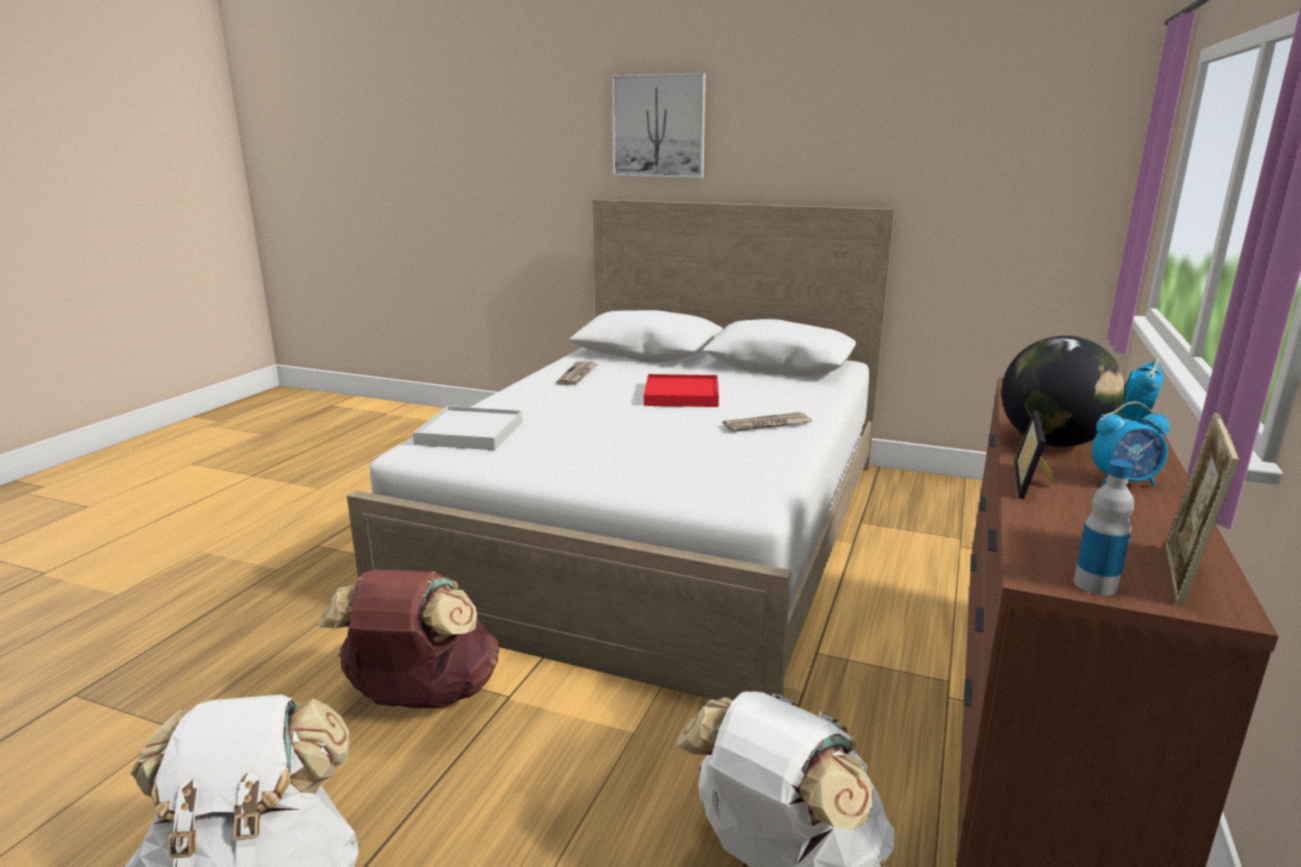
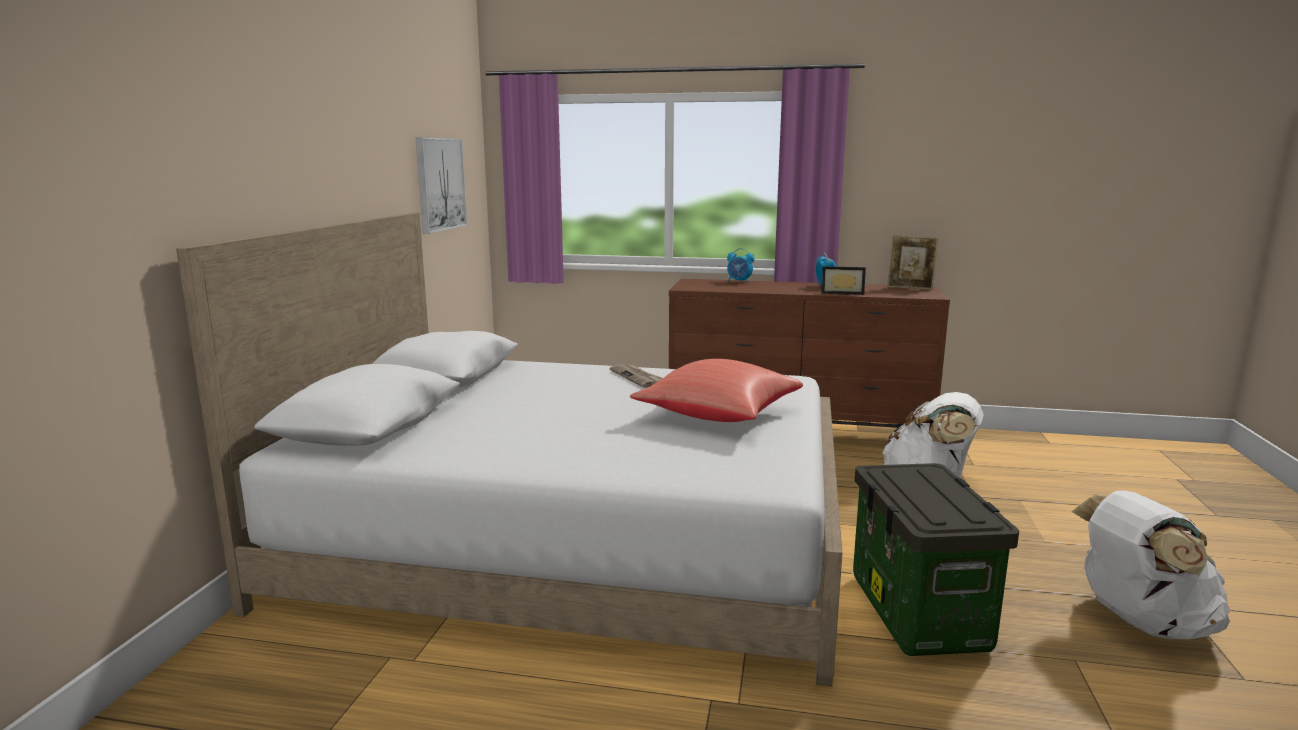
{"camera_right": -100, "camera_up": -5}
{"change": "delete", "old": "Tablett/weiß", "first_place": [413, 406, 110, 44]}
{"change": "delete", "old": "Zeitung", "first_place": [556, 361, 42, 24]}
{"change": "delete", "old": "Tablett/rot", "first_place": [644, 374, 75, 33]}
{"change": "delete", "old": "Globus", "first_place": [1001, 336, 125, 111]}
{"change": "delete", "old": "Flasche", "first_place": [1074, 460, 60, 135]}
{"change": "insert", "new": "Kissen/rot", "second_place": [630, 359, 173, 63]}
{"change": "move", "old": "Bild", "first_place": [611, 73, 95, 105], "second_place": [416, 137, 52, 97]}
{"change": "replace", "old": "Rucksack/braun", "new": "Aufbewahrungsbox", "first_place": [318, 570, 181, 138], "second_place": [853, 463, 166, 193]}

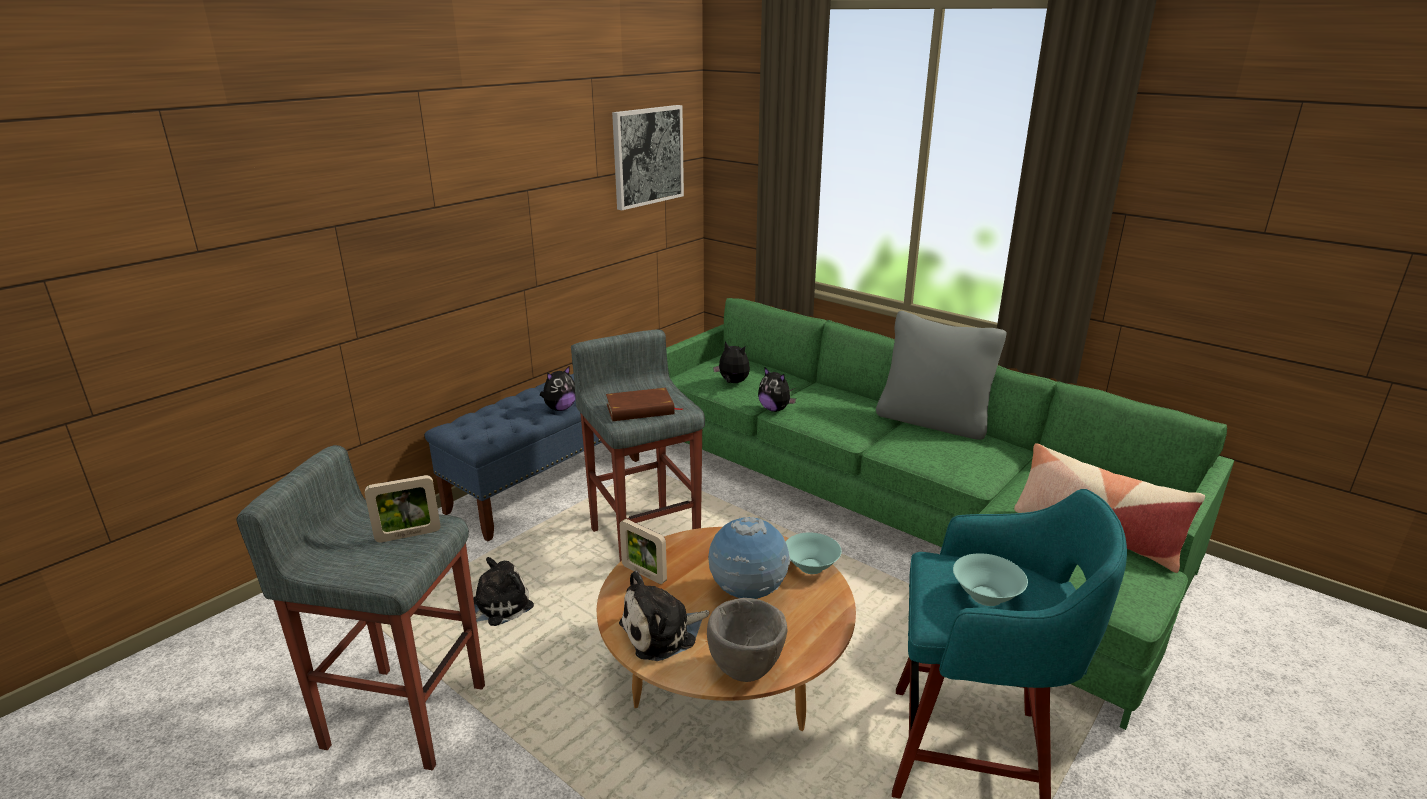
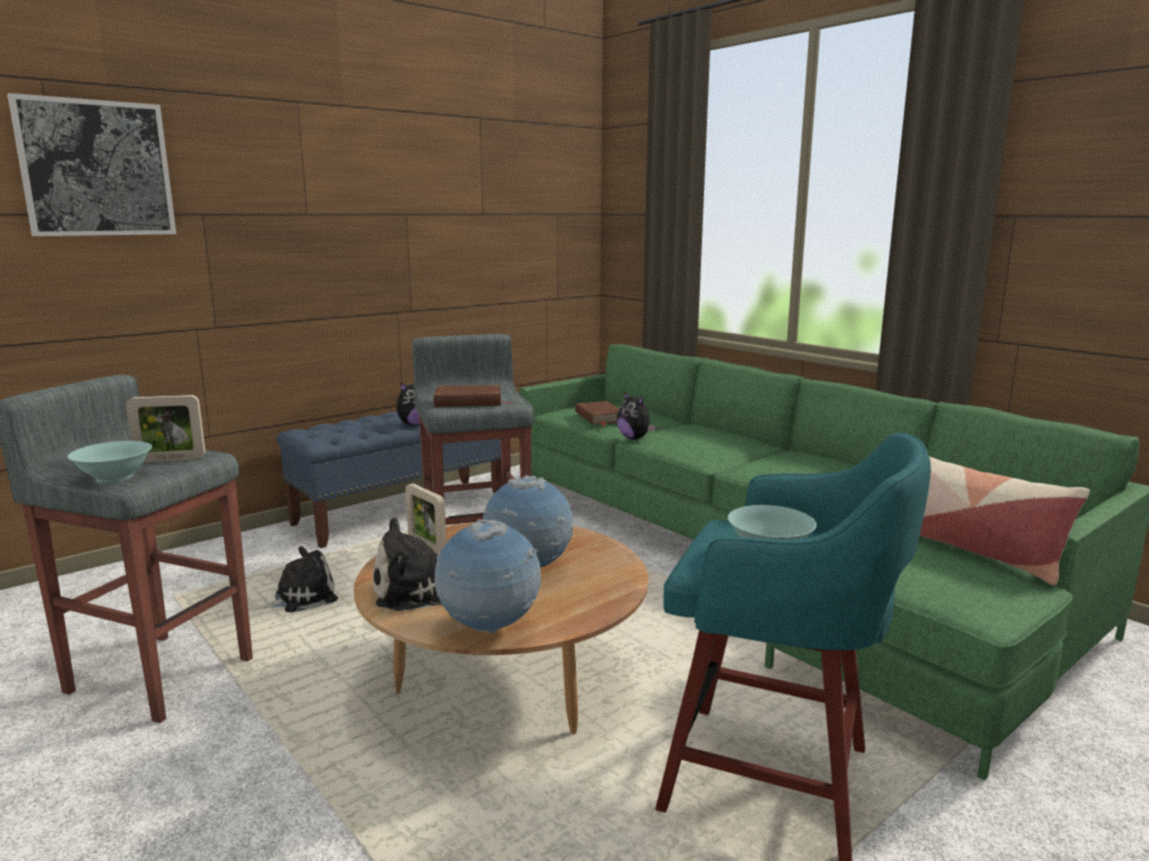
{"camera_right": 10, "camera_up": -10}
{"change": "delete", "old": "Kissen/grau", "first_place": [876, 311, 131, 129]}
{"change": "move", "old": "Bild", "first_place": [612, 105, 72, 105], "second_place": [7, 93, 169, 143]}
{"change": "move", "old": "Schüssel/türkis", "first_place": [786, 533, 56, 41], "second_place": [67, 441, 85, 41]}
{"change": "replace", "old": "Schüssel/grau", "new": "Globus", "first_place": [707, 598, 80, 84], "second_place": [434, 519, 107, 114]}
{"change": "replace", "old": "Plüschtier", "new": "Buch/braun", "first_place": [713, 341, 37, 42], "second_place": [575, 401, 44, 26]}

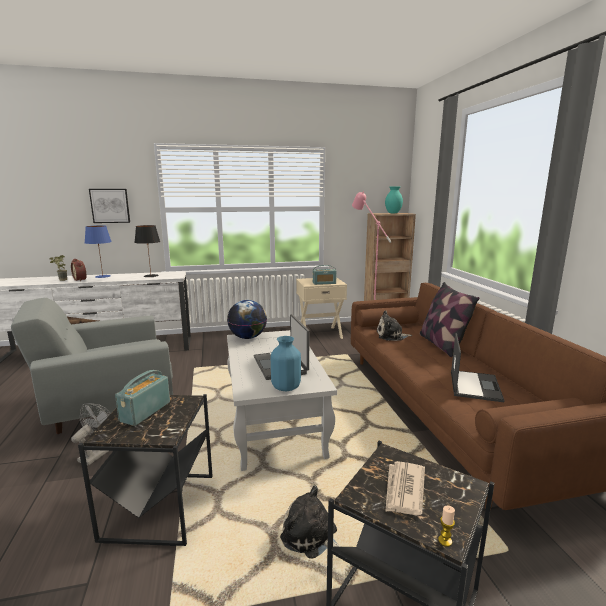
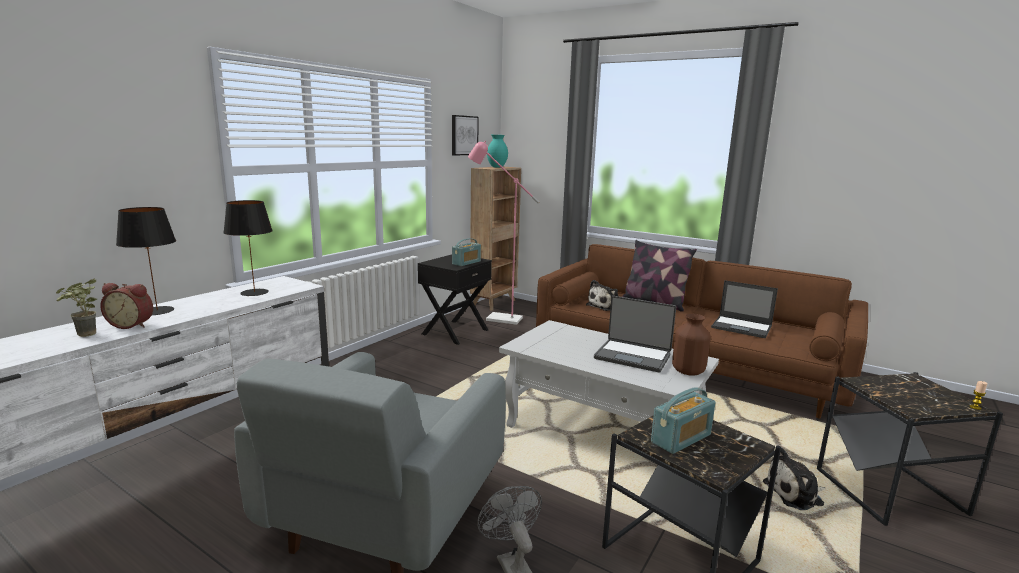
{"camera_right": -45, "camera_up": 0}
{"change": "delete", "old": "Globus", "first_place": [227, 300, 40, 39]}
{"change": "delete", "old": "Zeitung", "first_place": [385, 461, 40, 54]}
{"change": "move", "old": "Bild", "first_place": [89, 189, 41, 34], "second_place": [452, 115, 27, 41]}
{"change": "recolor", "old": "Tischlampe/blau", "new": "Tischlampe/schwarz", "first_place": [85, 225, 27, 53], "second_place": [116, 207, 60, 108]}
{"change": "recolor", "old": "Vase/blau", "new": "Vase/braun", "first_place": [271, 336, 30, 55], "second_place": [672, 314, 39, 61]}
{"change": "recolor", "old": "Nachttisch/beige", "new": "Nachttisch/schwarz", "first_place": [296, 277, 51, 62], "second_place": [418, 254, 74, 91]}
{"change": "rotate", "old": "Radio", "first_place": [115, 370, 55, 56], "second_place": [651, 387, 64, 67], "degrees": -105}
{"change": "rotate", "old": "Laptop", "first_place": [451, 333, 54, 69], "second_place": [711, 280, 67, 58], "degrees": 150}

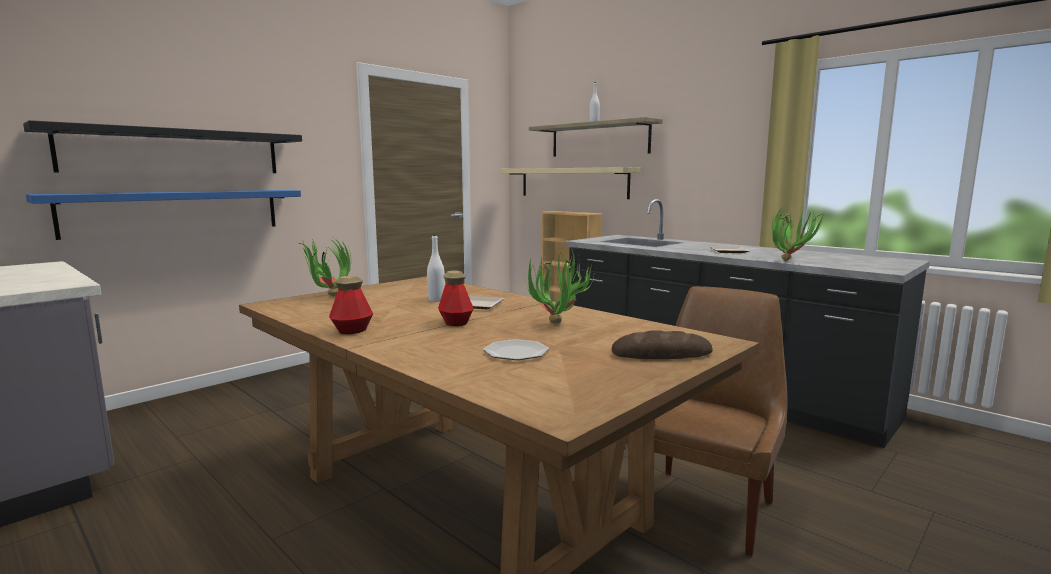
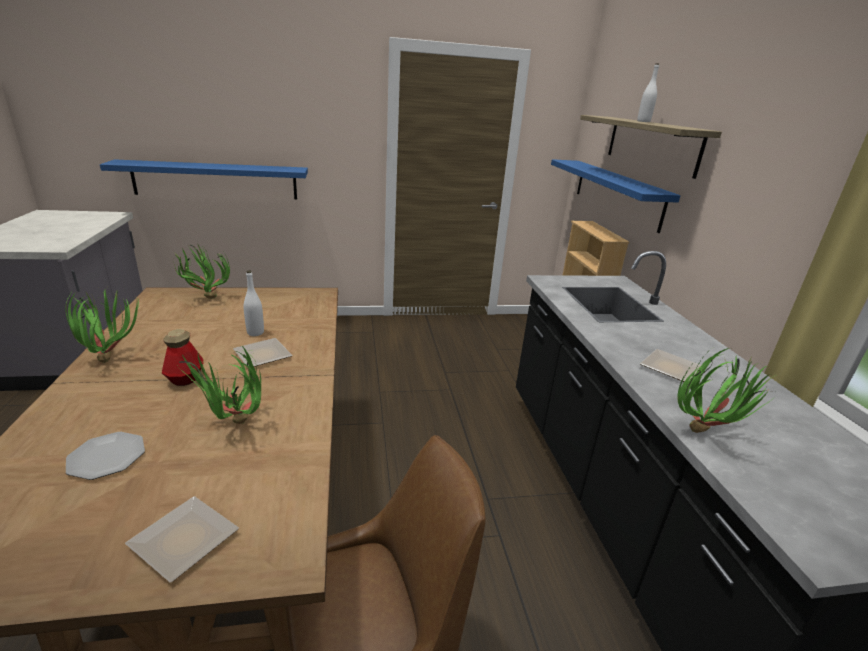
{"camera_right": 35, "camera_up": 15}
{"change": "delete", "old": "Wandregal/schwarz", "first_place": [23, 120, 279, 53]}
{"change": "replace", "old": "Flasche", "new": "Topfpflanze", "first_place": [329, 275, 44, 59], "second_place": [65, 289, 74, 74]}
{"change": "replace", "old": "Brot", "new": "Teller", "first_place": [612, 331, 101, 28], "second_place": [125, 496, 114, 86]}
{"change": "recolor", "old": "Wandregal/beige", "new": "Wandregal/blau", "first_place": [499, 167, 142, 32], "second_place": [551, 159, 130, 74]}

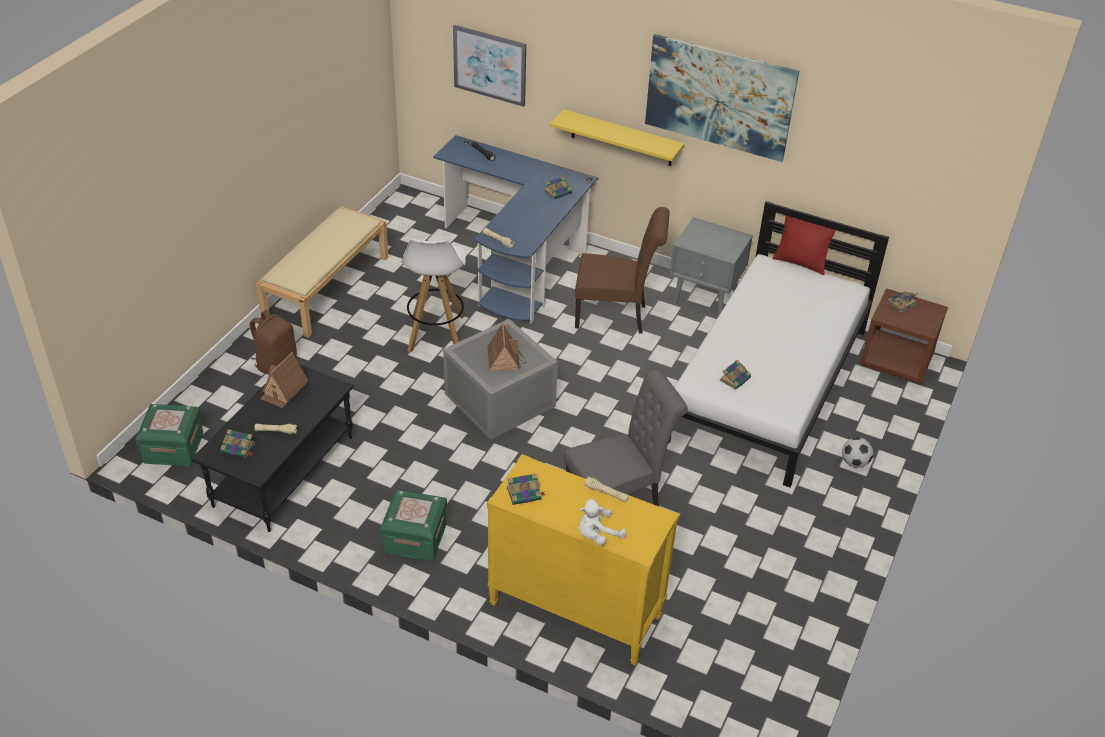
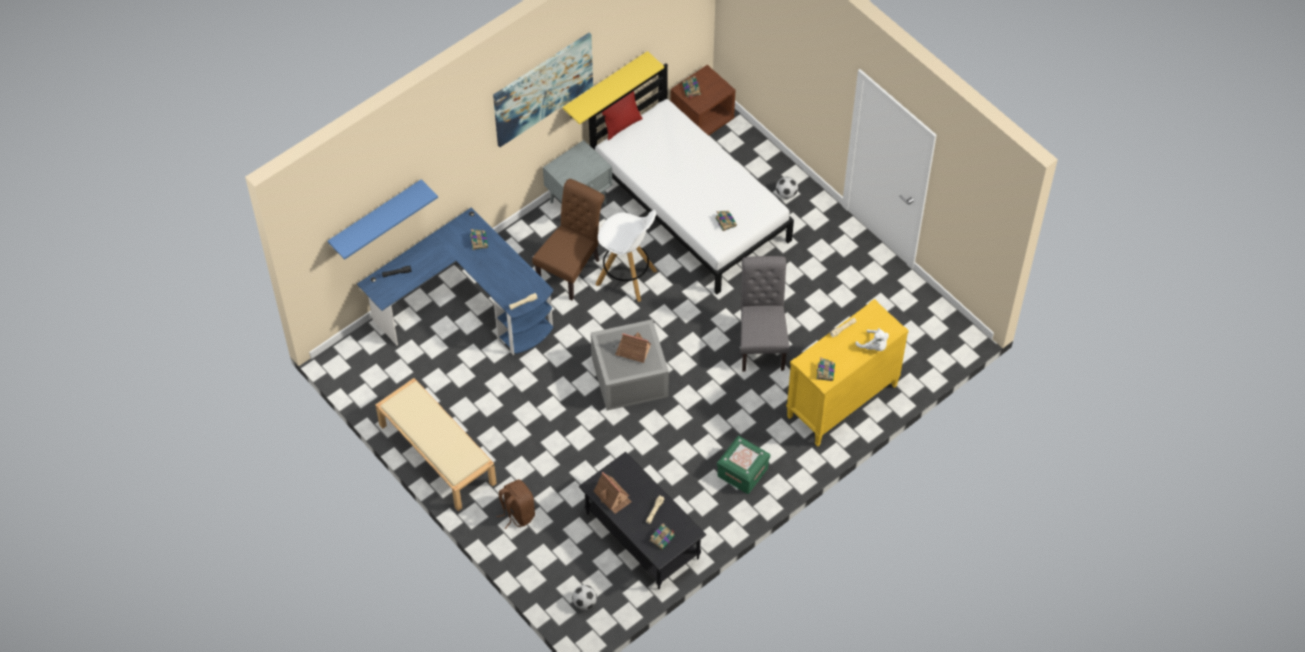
{"camera_right": -65, "camera_up": 15}
{"change": "move", "old": "Hocker/weiß", "first_place": [401, 239, 64, 114], "second_place": [595, 210, 62, 92]}
{"change": "move", "old": "Wandregal/gelb", "first_place": [550, 109, 134, 57], "second_place": [563, 51, 101, 73]}
{"change": "replace", "old": "Aufbewahrungsbox/grün", "new": "Fußball", "first_place": [135, 404, 68, 62], "second_place": [572, 585, 25, 25]}
{"change": "replace", "old": "Bild", "new": "Wandregal/blau", "first_place": [453, 25, 73, 82], "second_place": [328, 179, 110, 81]}
{"change": "rotate", "old": "Plüschtier/weiß", "first_place": [579, 499, 47, 47], "second_place": [856, 328, 33, 23], "degrees": -45}

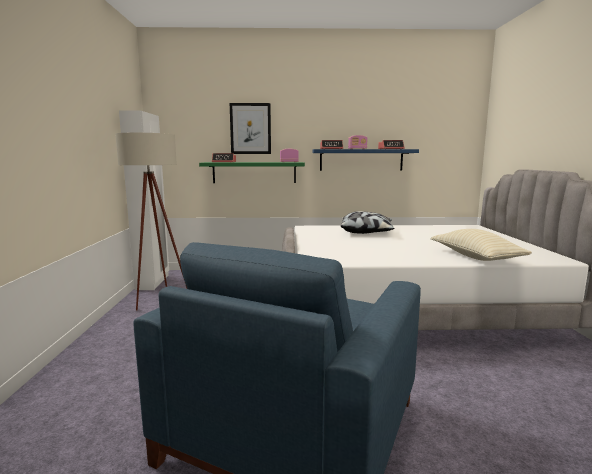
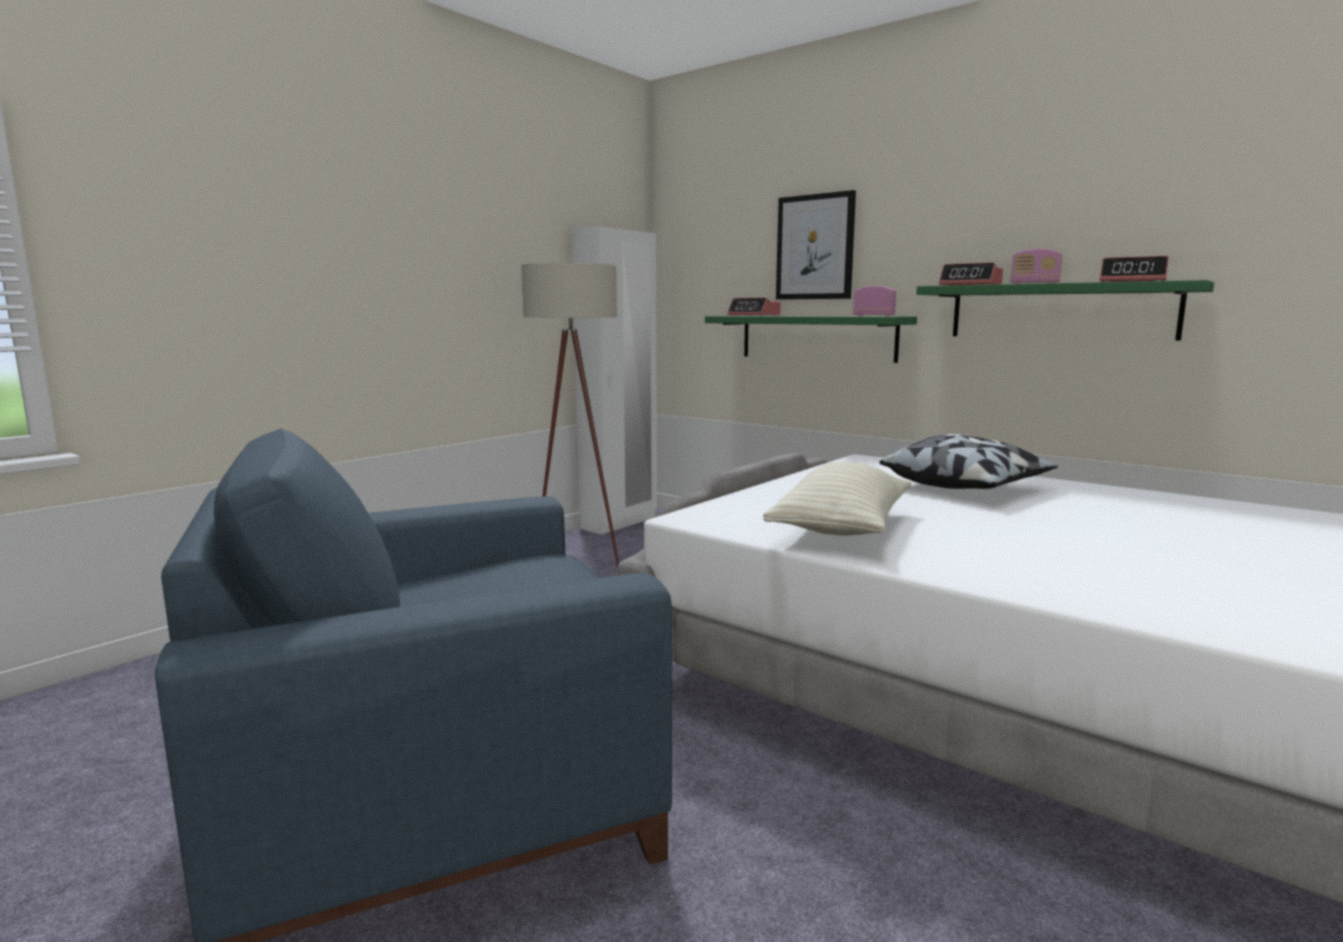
{"camera_right": 40, "camera_up": 0}
{"change": "move", "old": "Kissen/beige", "first_place": [430, 229, 102, 32], "second_place": [763, 462, 149, 74]}
{"change": "recolor", "old": "Wandregal/blau", "new": "Wandregal/grün", "first_place": [312, 149, 107, 22], "second_place": [916, 280, 298, 61]}

